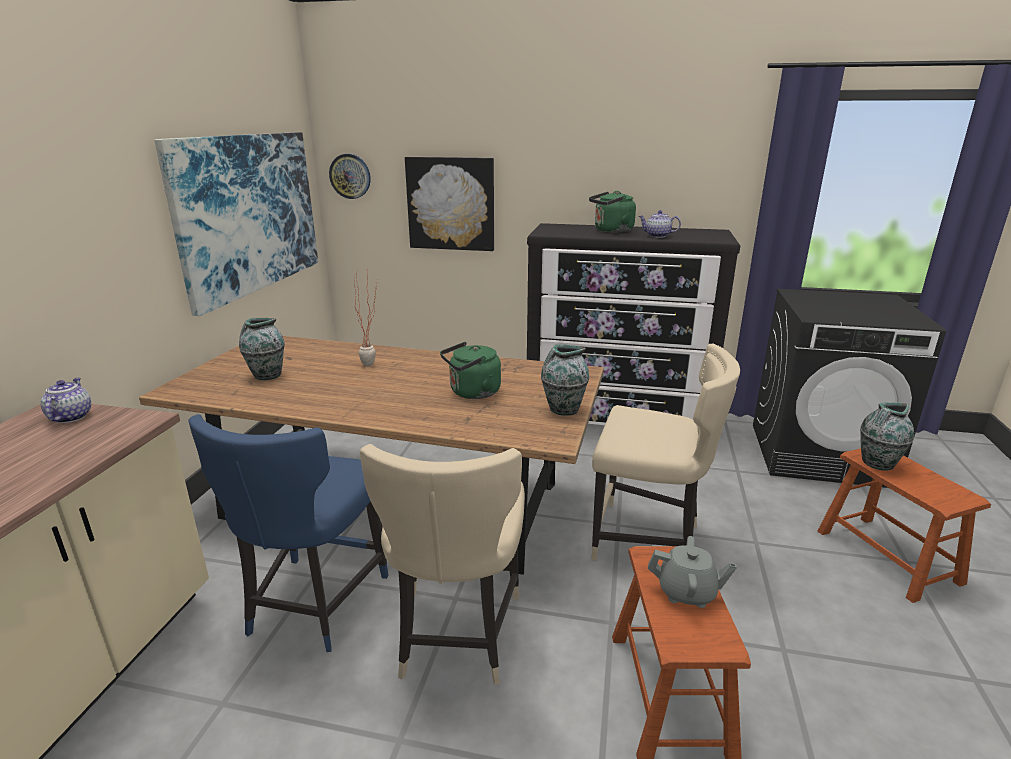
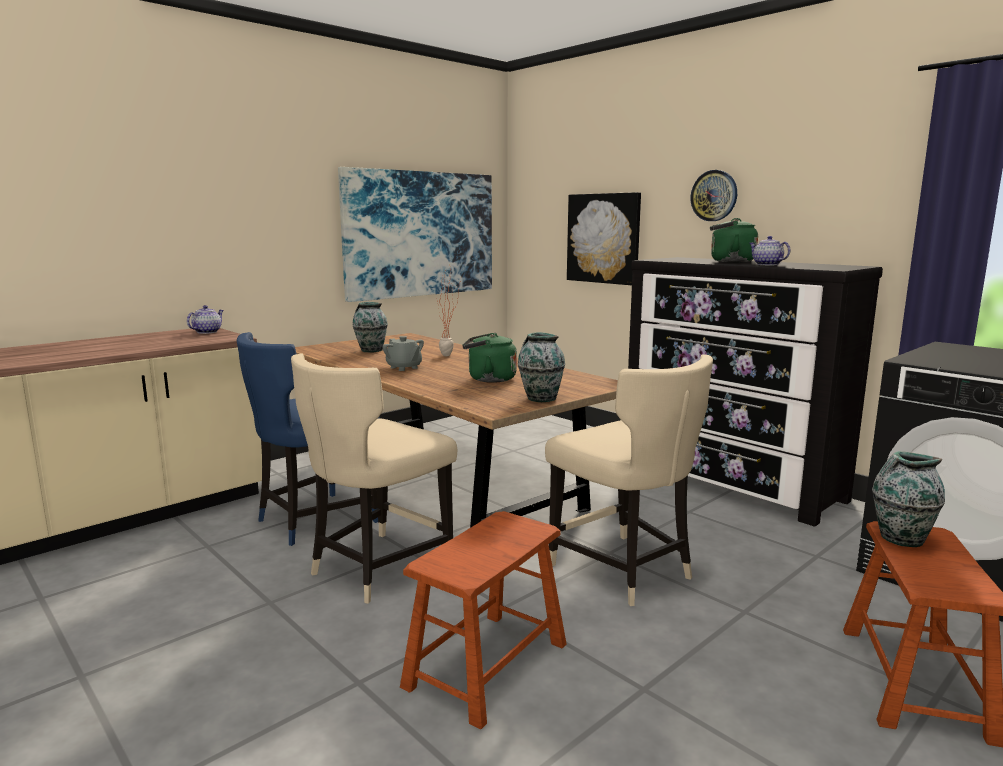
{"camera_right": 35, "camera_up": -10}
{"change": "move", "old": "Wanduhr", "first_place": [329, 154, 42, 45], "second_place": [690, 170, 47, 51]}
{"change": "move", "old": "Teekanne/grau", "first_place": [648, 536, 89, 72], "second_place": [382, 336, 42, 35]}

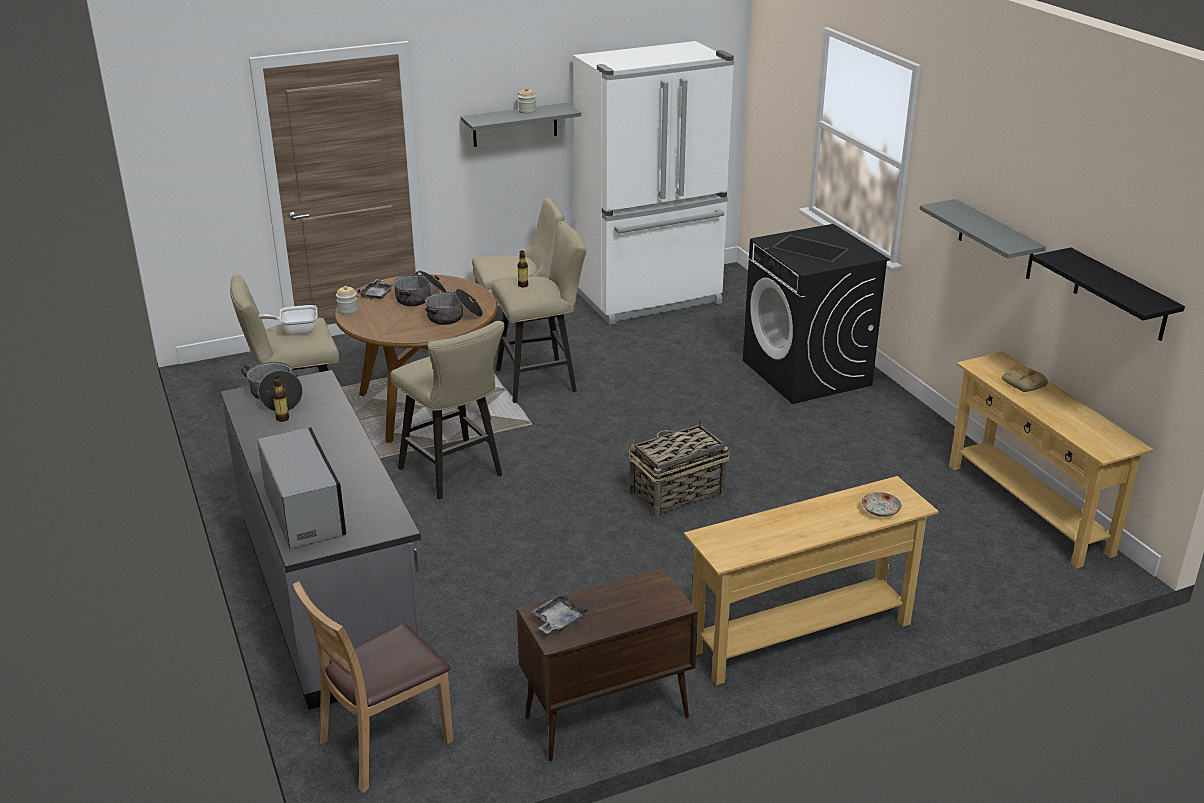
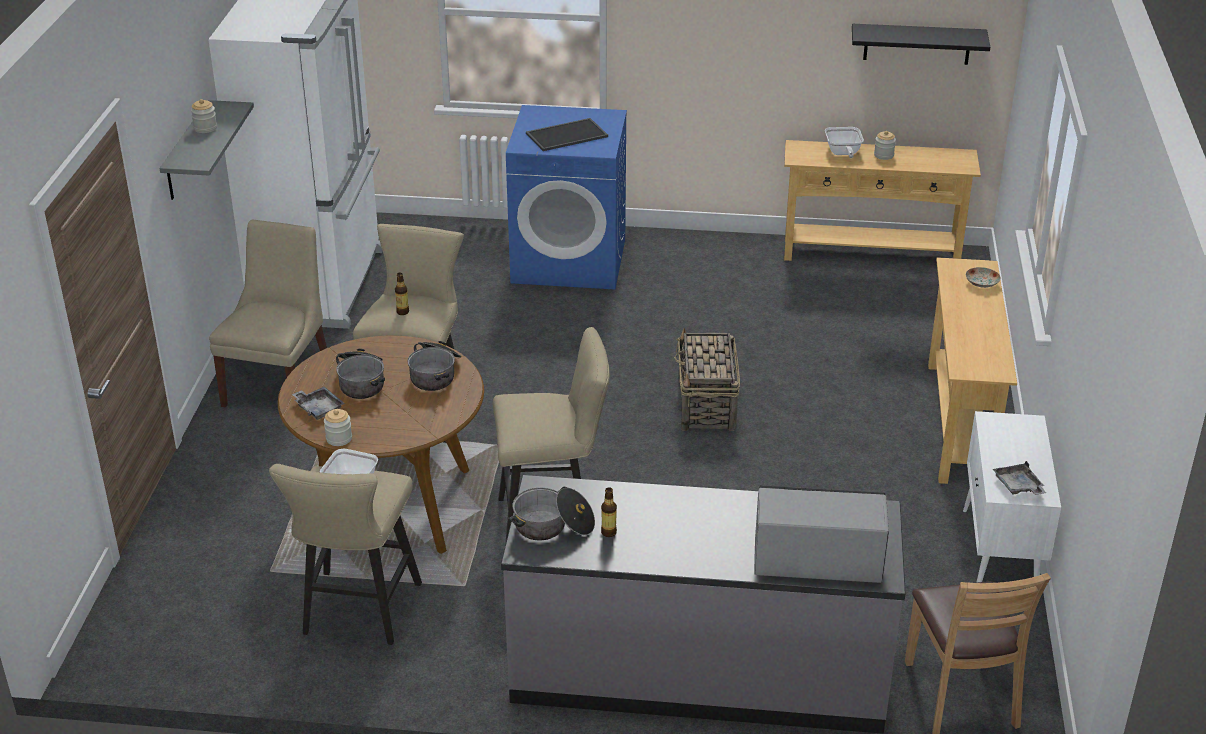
{"camera_right": -60, "camera_up": 5}
{"change": "delete", "old": "Wandregal/grau", "first_place": [919, 199, 127, 80]}
{"change": "insert", "new": "Vorratsglas", "second_place": [874, 131, 22, 29]}
{"change": "replace", "old": "Brot", "new": "Pfanne", "first_place": [1002, 365, 46, 27], "second_place": [825, 127, 39, 31]}
{"change": "recolor", "old": "Schrank/braun", "new": "Schrank/weiß", "first_place": [517, 568, 181, 193], "second_place": [963, 411, 98, 172]}
{"change": "recolor", "old": "Waschmaschine/schwarz", "new": "Waschmaschine/blau", "first_place": [743, 224, 147, 180], "second_place": [506, 105, 121, 185]}

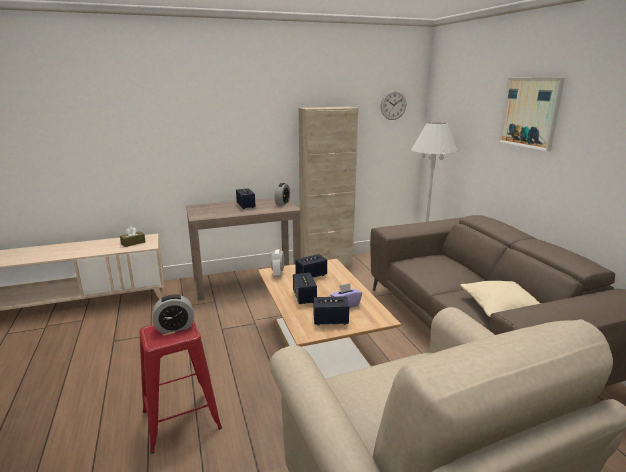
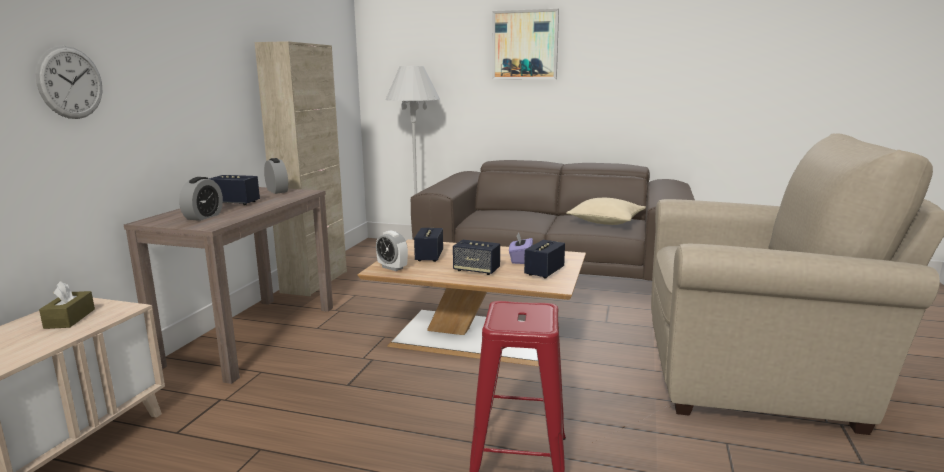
{"camera_right": -55, "camera_up": -5}
{"change": "move", "old": "Wecker", "first_place": [153, 294, 41, 39], "second_place": [179, 177, 44, 44]}
{"change": "move", "old": "Wanduhr", "first_place": [381, 90, 25, 30], "second_place": [36, 46, 67, 73]}

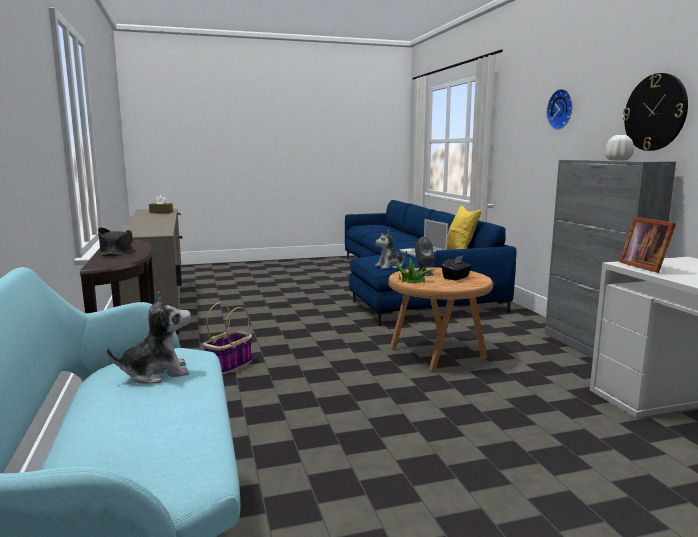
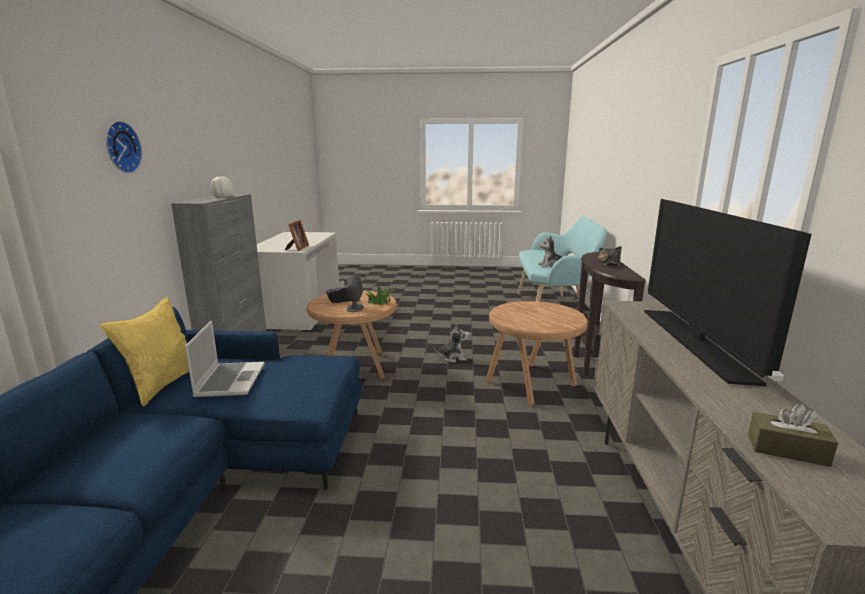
{"camera_right": -160, "camera_up": 5}
{"change": "delete", "old": "Wanduhr", "first_place": [623, 73, 65, 78]}
{"change": "insert", "new": "Fernseher", "second_place": [644, 199, 168, 187]}
{"change": "move", "old": "Plüschtier", "first_place": [375, 230, 32, 39], "second_place": [434, 323, 35, 40]}
{"change": "replace", "old": "Korb", "new": "Beistelltisch/braun", "first_place": [203, 302, 49, 72], "second_place": [486, 301, 102, 104]}

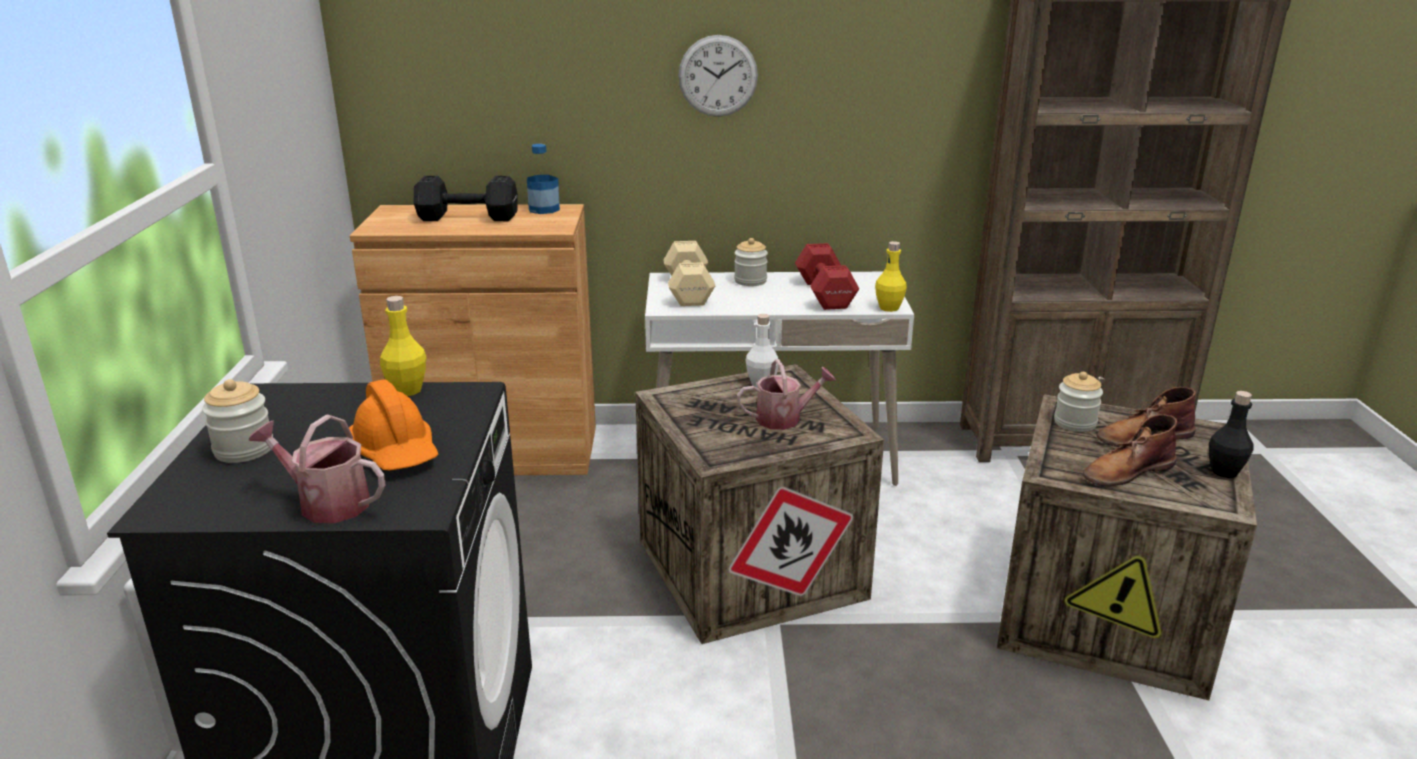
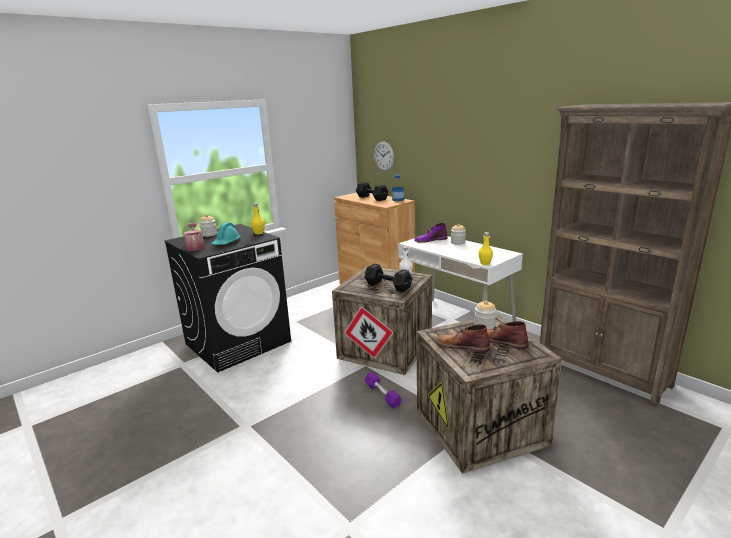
{"camera_right": 50, "camera_up": -5}
{"change": "delete", "old": "Hantel/rot", "first_place": [795, 243, 64, 67]}
{"change": "delete", "old": "Flasche/schwarz", "first_place": [1209, 391, 45, 87]}
{"change": "insert", "new": "Hantel/lila", "second_place": [365, 372, 37, 36]}
{"change": "move", "old": "Wanduhr", "first_place": [678, 35, 80, 82], "second_place": [374, 141, 20, 30]}
{"change": "replace", "old": "Hantel/beige", "new": "Stiefel/lila", "first_place": [663, 241, 52, 65], "second_place": [414, 223, 34, 20]}
{"change": "replace", "old": "Gießkanne", "new": "Hantel/schwarz", "first_place": [737, 359, 99, 71], "second_place": [364, 263, 48, 29]}
{"change": "recolor", "old": "Schutzhelm/orange", "new": "Schutzhelm/türkis", "first_place": [349, 379, 89, 91], "second_place": [211, 222, 30, 23]}

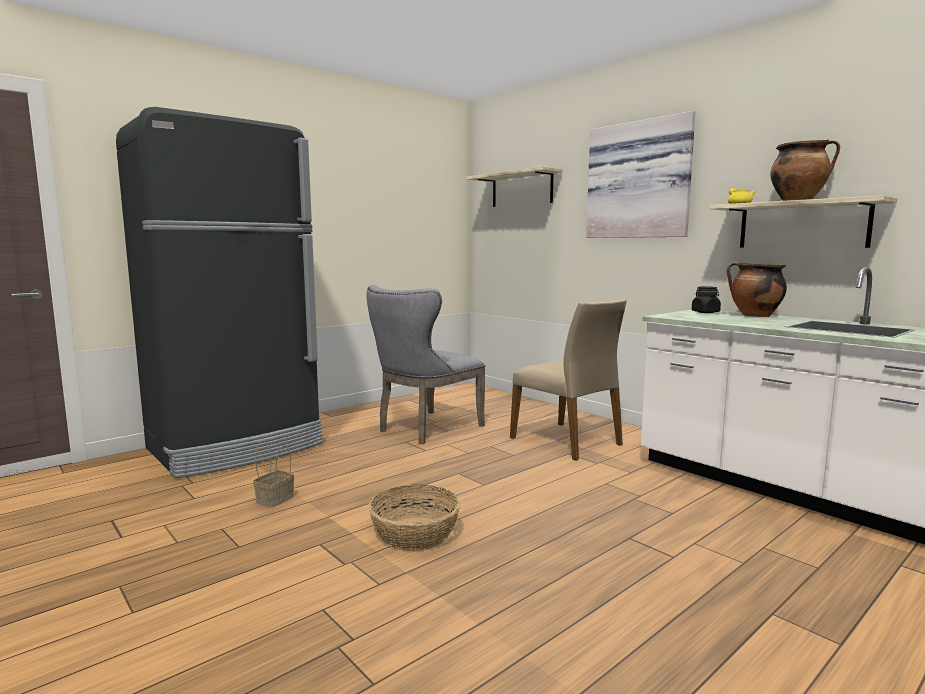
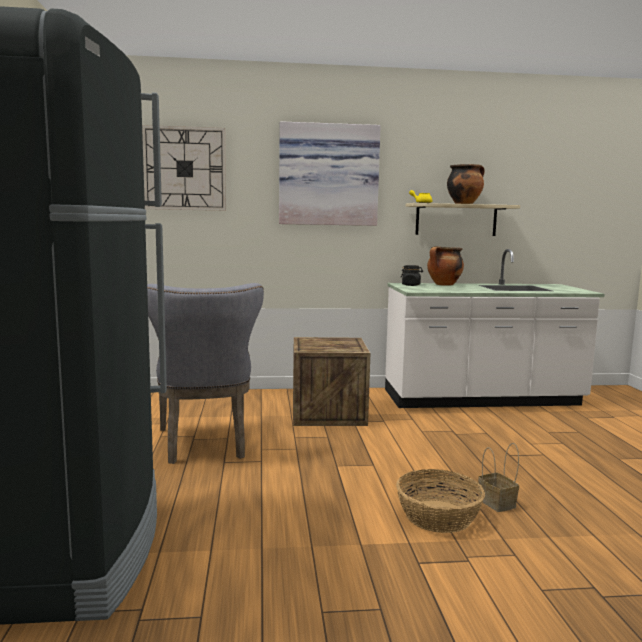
{"camera_right": -55, "camera_up": 0}
{"change": "move", "old": "Korb", "first_place": [253, 440, 41, 68], "second_place": [478, 443, 41, 69]}
{"change": "replace", "old": "Wandregal", "new": "Wanduhr", "first_place": [467, 166, 96, 41], "second_place": [142, 125, 84, 86]}
{"change": "replace", "old": "Stuhl/beige", "new": "Kiste", "first_place": [510, 298, 117, 163], "second_place": [293, 337, 77, 89]}

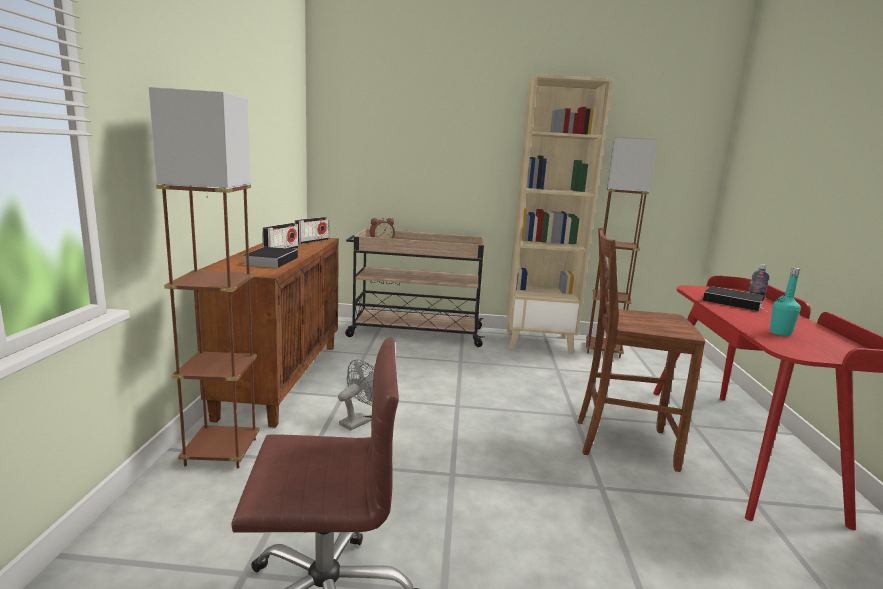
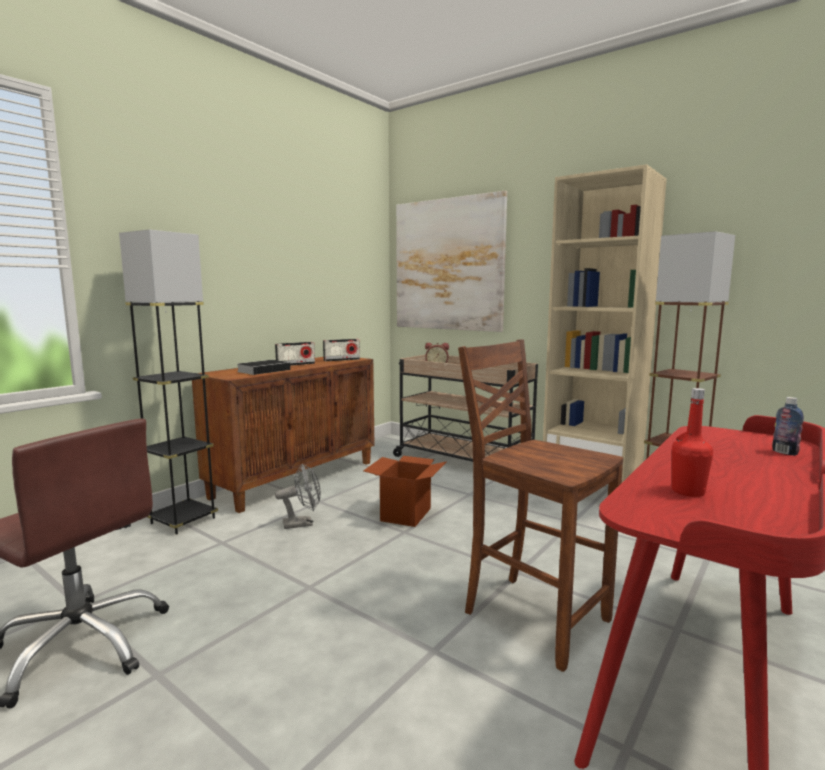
{"camera_right": 35, "camera_up": -5}
{"change": "delete", "old": "Buch", "first_place": [703, 286, 68, 27]}
{"change": "insert", "new": "Karton", "second_place": [363, 456, 84, 71]}
{"change": "insert", "new": "Bild", "second_place": [396, 191, 111, 141]}
{"change": "recolor", "old": "Stehlampe/braun", "new": "Stehlampe/grau", "first_place": [149, 87, 111, 381], "second_place": [119, 230, 99, 304]}
{"change": "recolor", "old": "Flasche/türkis", "new": "Flasche/rot", "first_place": [770, 267, 31, 69], "second_place": [672, 388, 41, 109]}

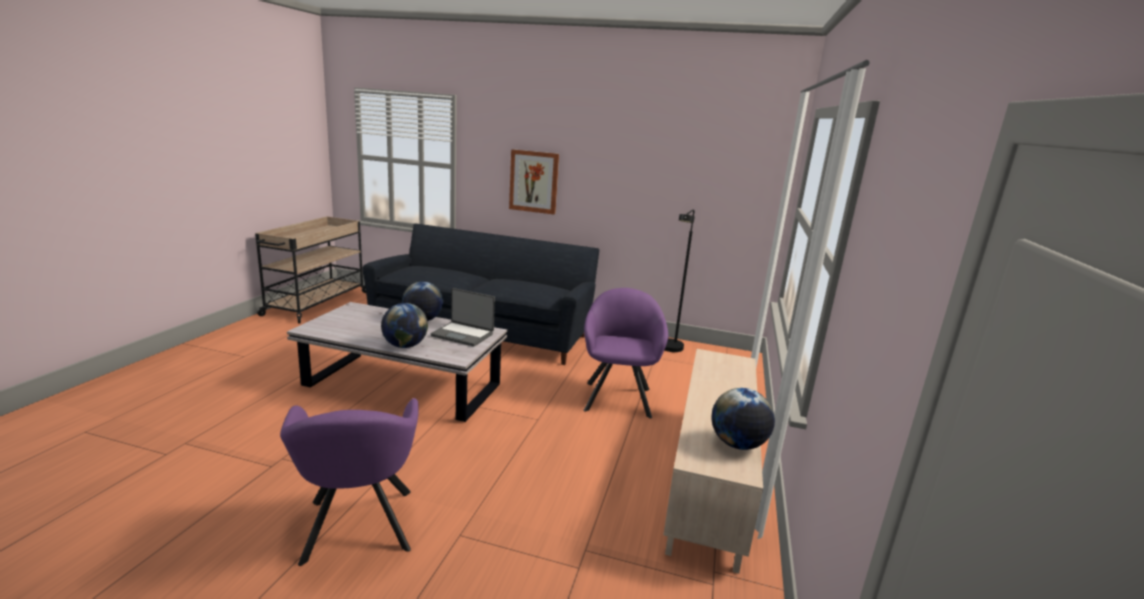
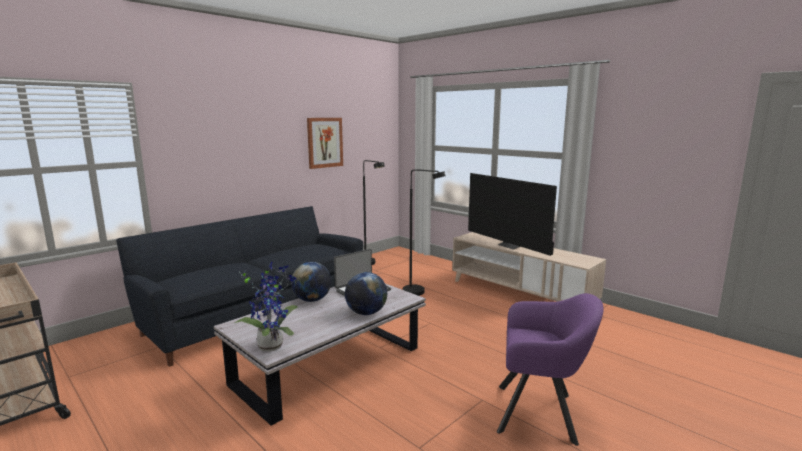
{"camera_right": -60, "camera_up": -5}
{"change": "delete", "old": "Globus", "first_place": [711, 388, 64, 62]}
{"change": "insert", "new": "Topfpflanze", "second_place": [233, 262, 65, 90]}
{"change": "insert", "new": "Fernseher", "second_place": [468, 173, 89, 83]}
{"change": "move", "old": "Bild", "first_place": [509, 149, 50, 66], "second_place": [307, 118, 36, 51]}
{"change": "replace", "old": "Sessel/lila", "new": "Stehlampe/schwarz", "first_place": [583, 288, 85, 130], "second_place": [403, 169, 42, 127]}

